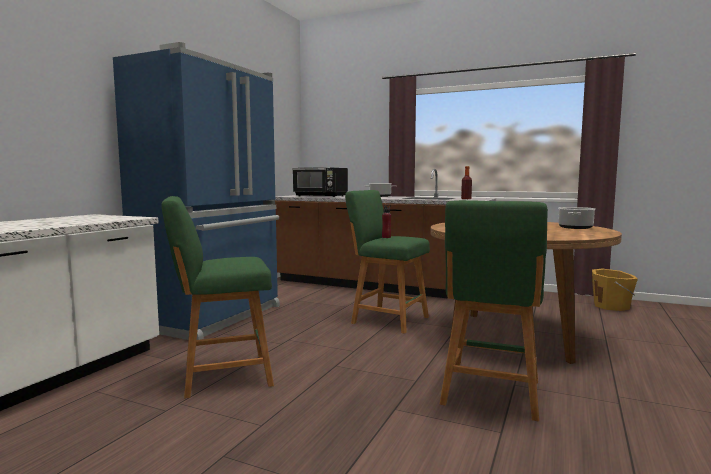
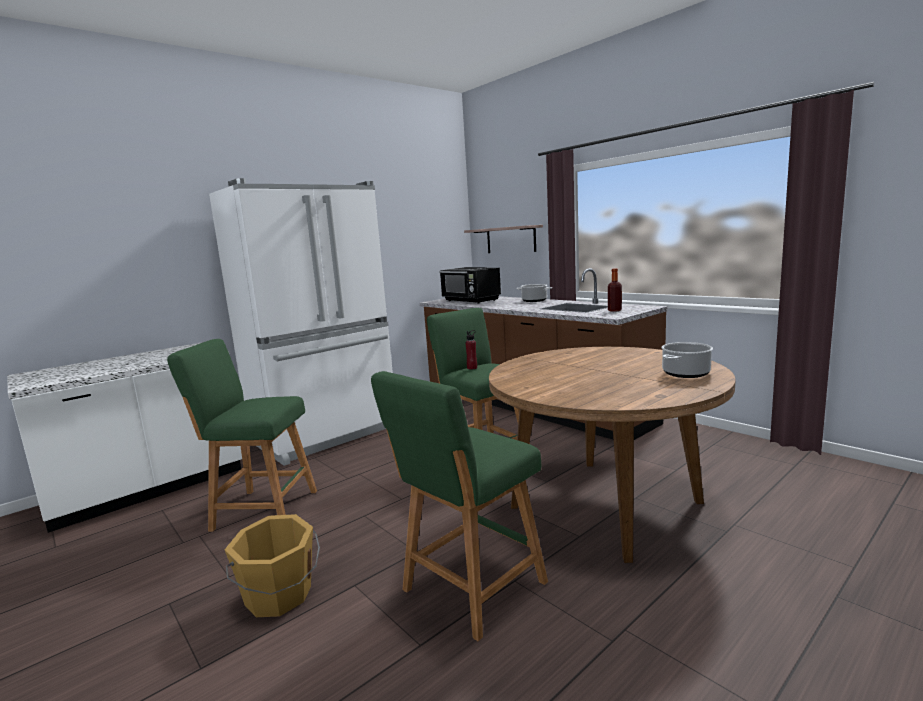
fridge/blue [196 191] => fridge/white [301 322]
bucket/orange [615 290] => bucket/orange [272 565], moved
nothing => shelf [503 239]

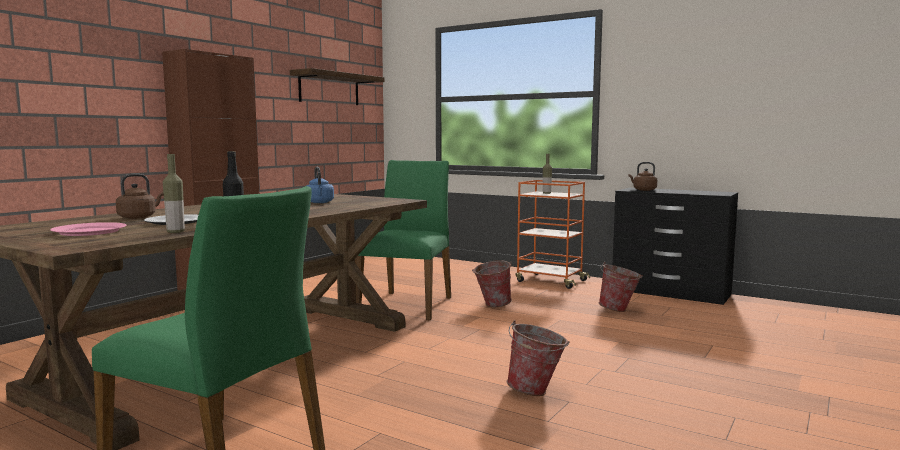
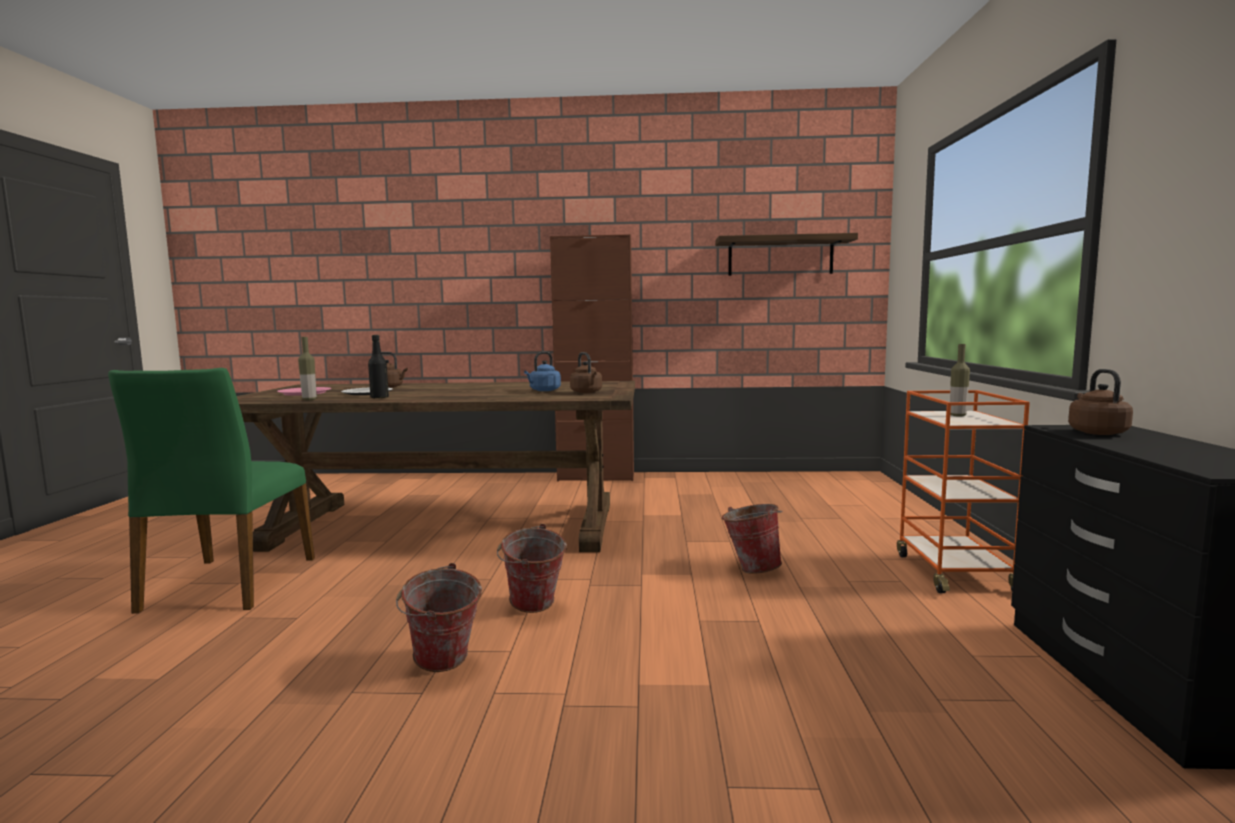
chair/green [403 240] => nothing
bucket [621 287] => bucket [532 568], moved
nothing => kettle/brown [586 372]

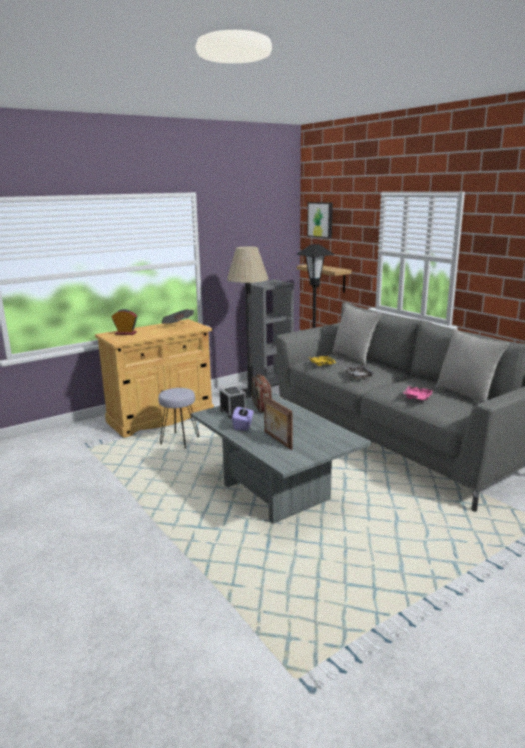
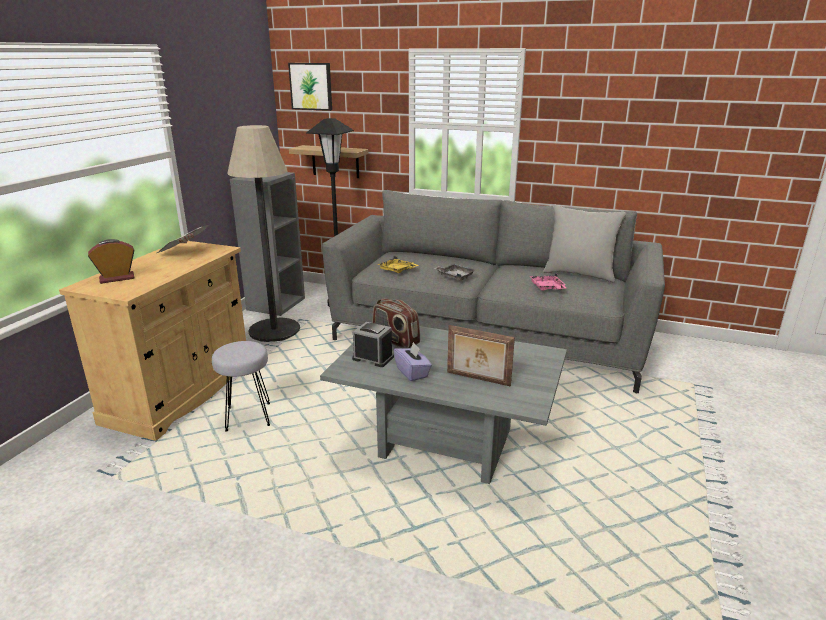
pillow/grey [357 334] => nothing

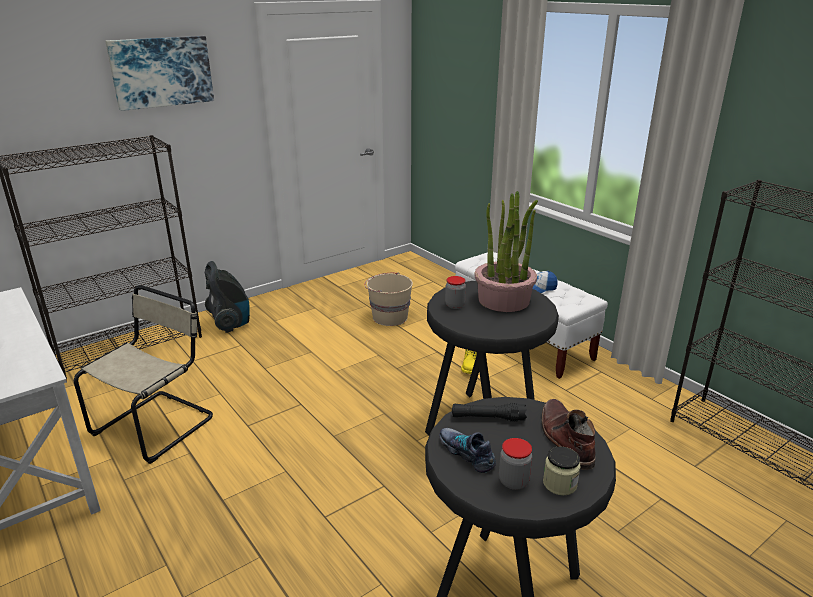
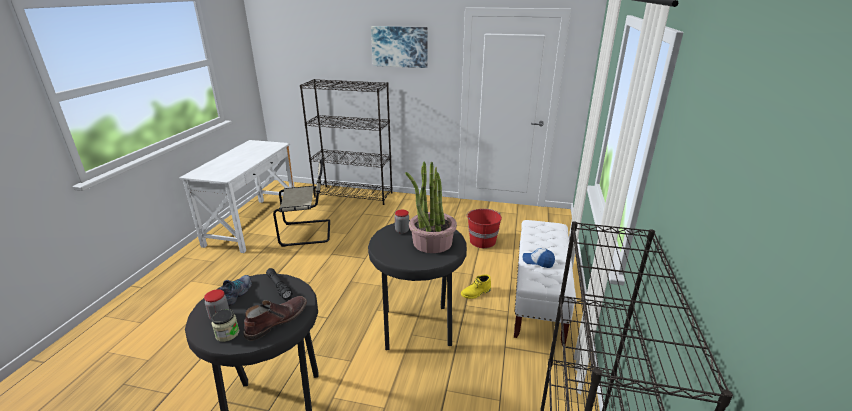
vacuum cleaner [227 297] => nothing
bucket/beige [388 299] => bucket/red [484 228]

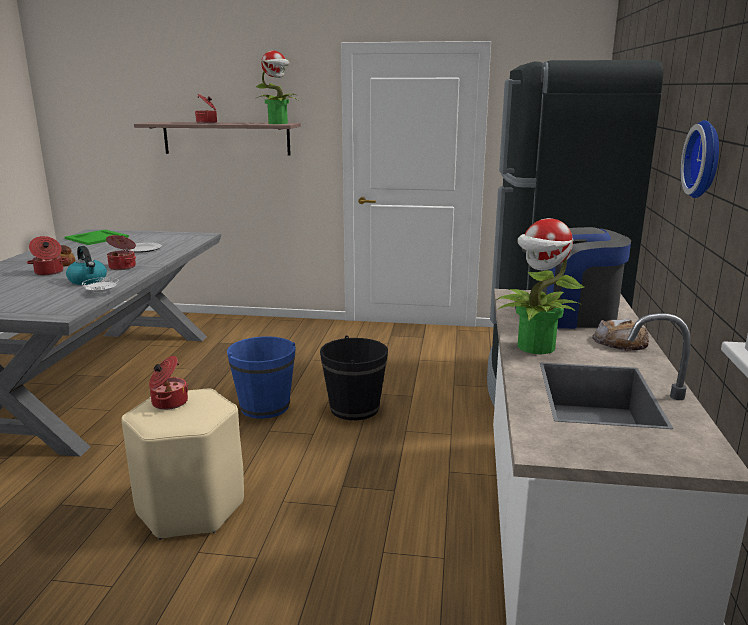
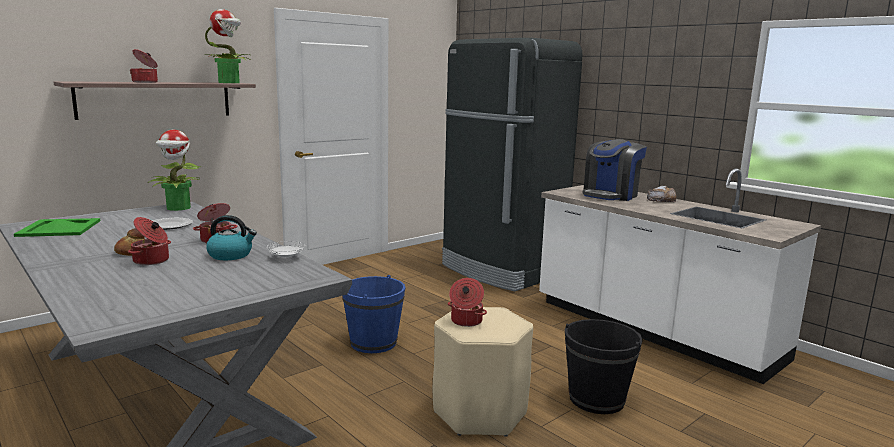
wall clock [700 159] => nothing
potted plant [541 286] => potted plant [174 170], moved
bucket/black [354 377] => bucket/black [604 366], moved

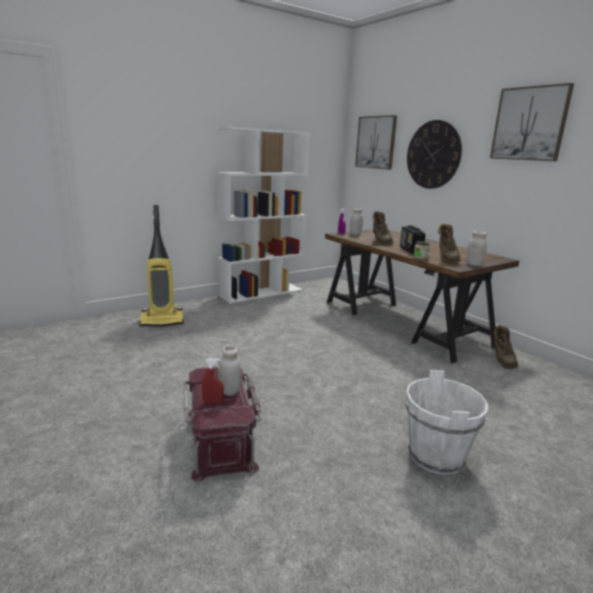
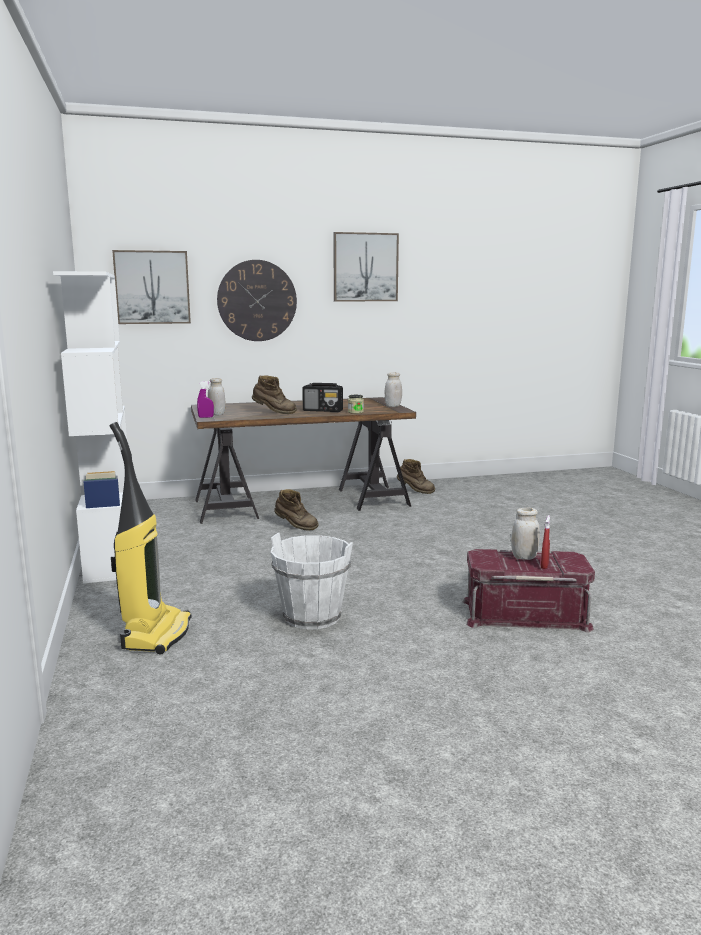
boot/brown [449 244] => boot/brown [296 510], moved
bucket/white [446 422] => bucket/white [312 581], moved

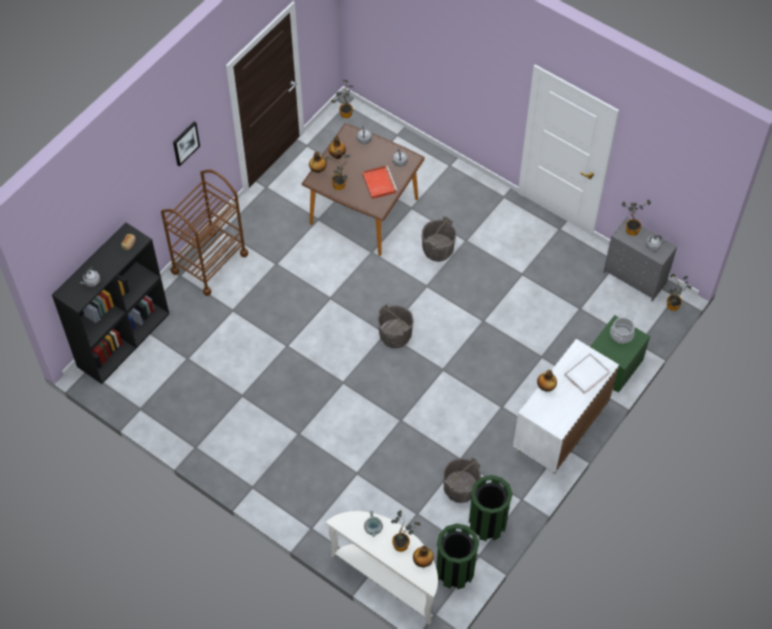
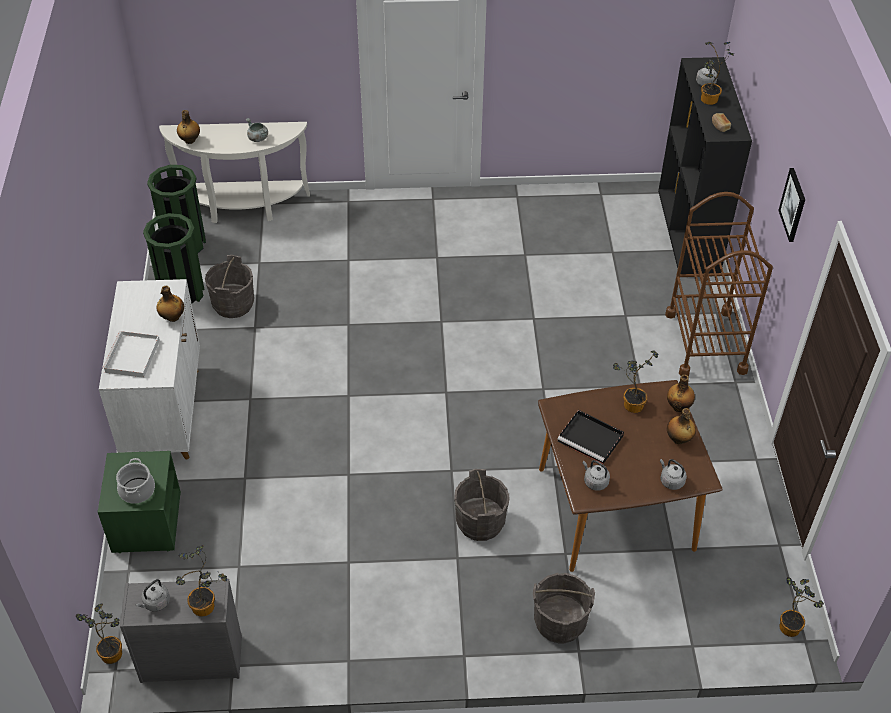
tray/red [379 182] => tray/black [590 437]
bucket/grey [395 326] => bucket/grey [564 608], moved
potted plant [406 531] => potted plant [717 73], moved

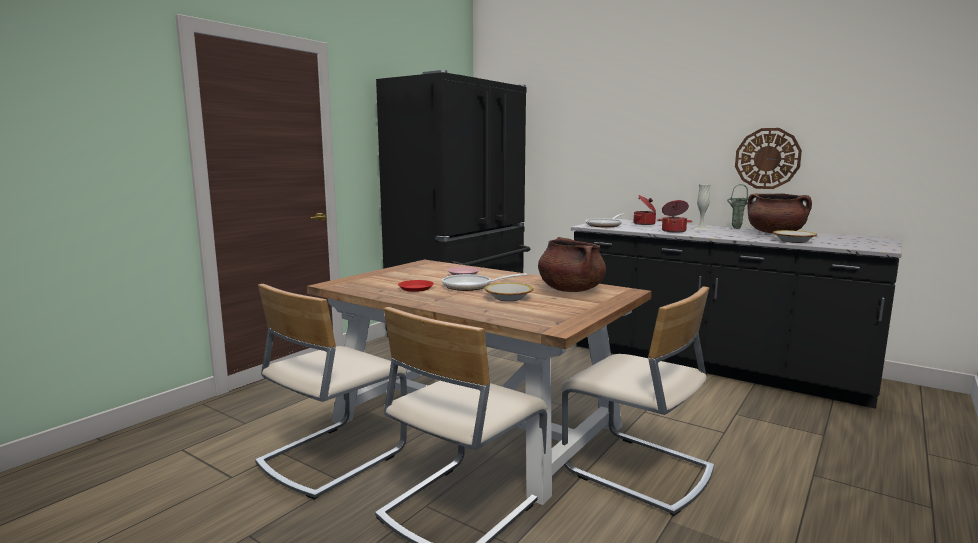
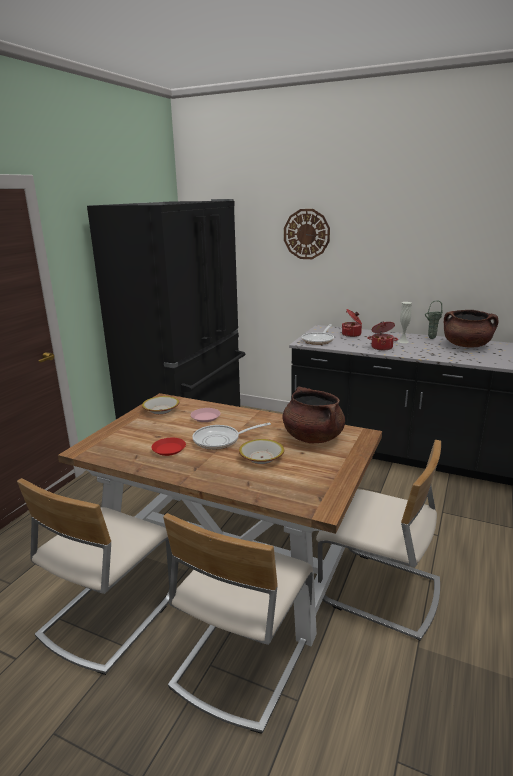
wall clock [768 158] => wall clock [307 234], moved
bowl [795 236] => bowl [160 405], moved

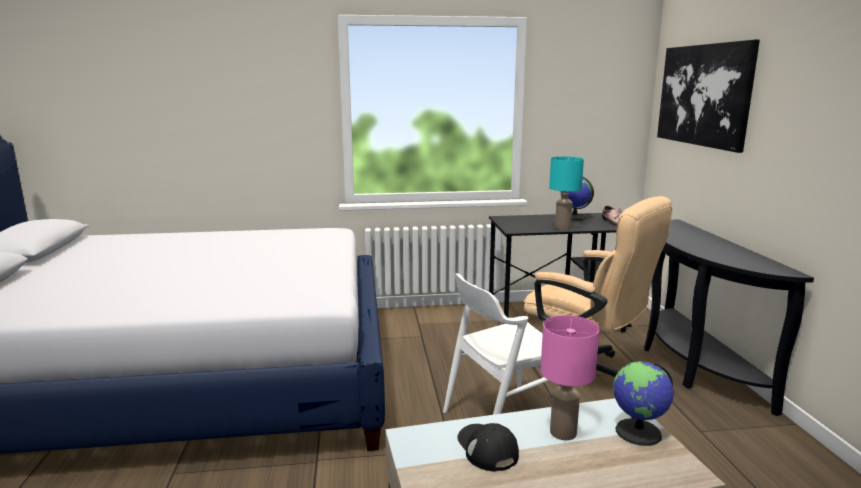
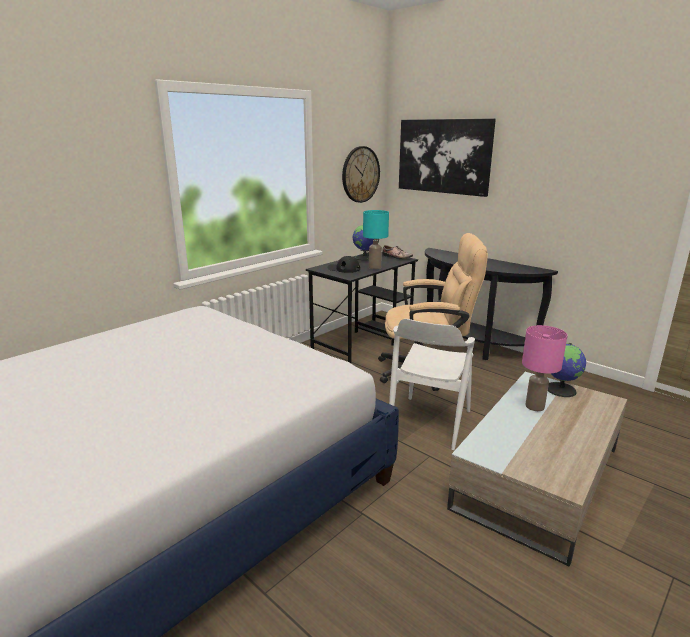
cap/black [488 447] => cap/black [343 264], moved
nothing => wall clock [361 174]

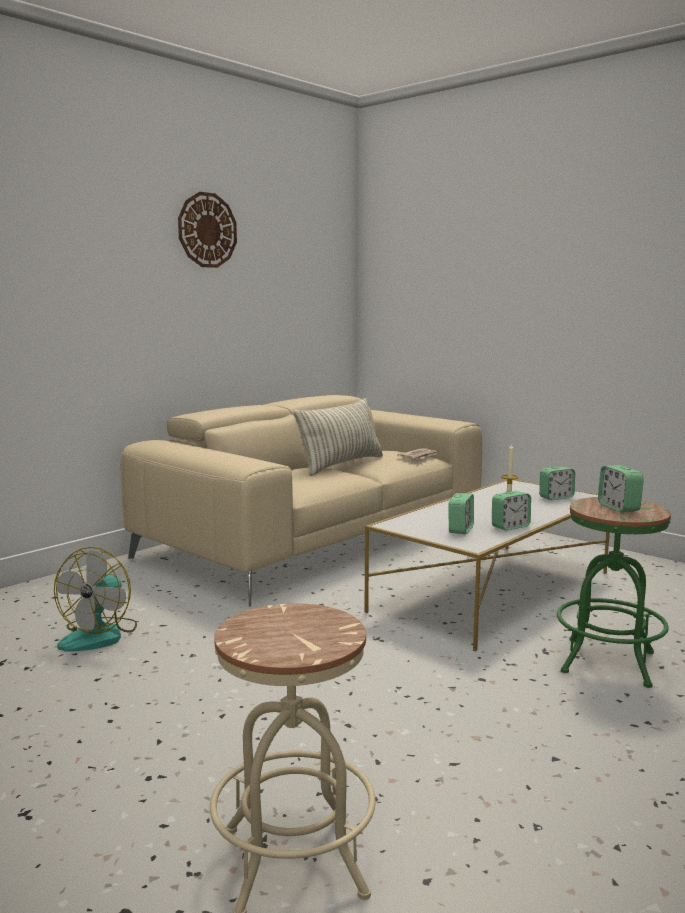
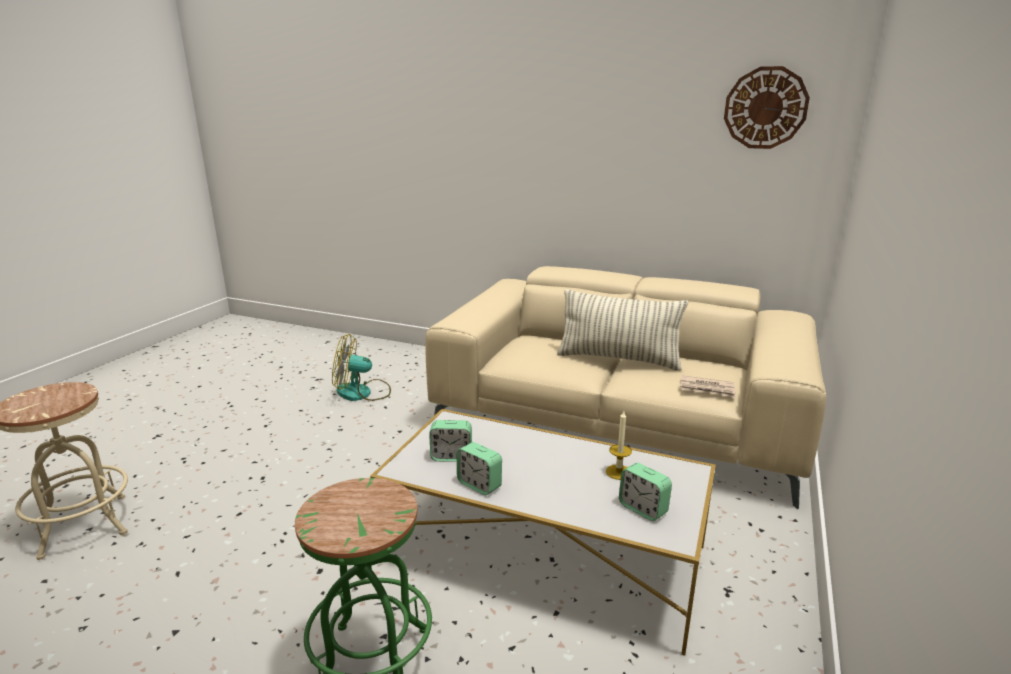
wall clock [207 230] => wall clock [767 107], moved
alarm clock [621 488] => nothing

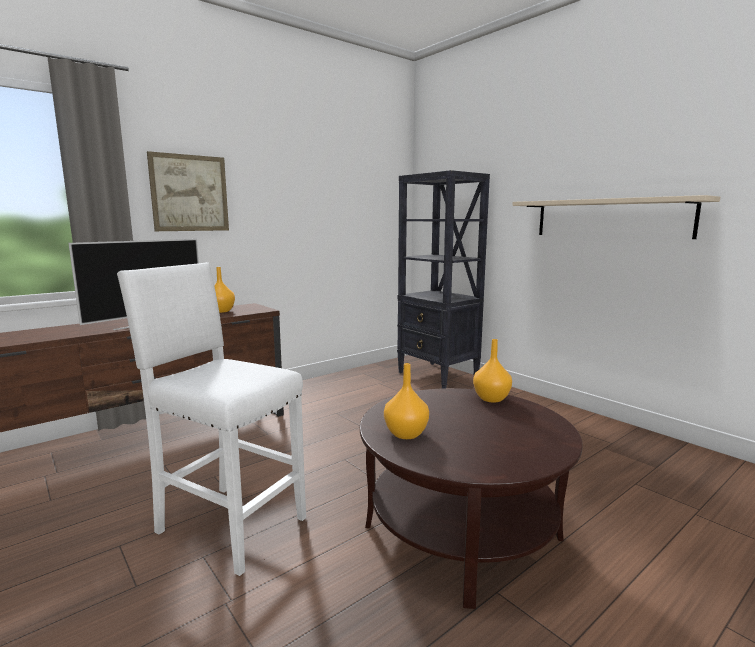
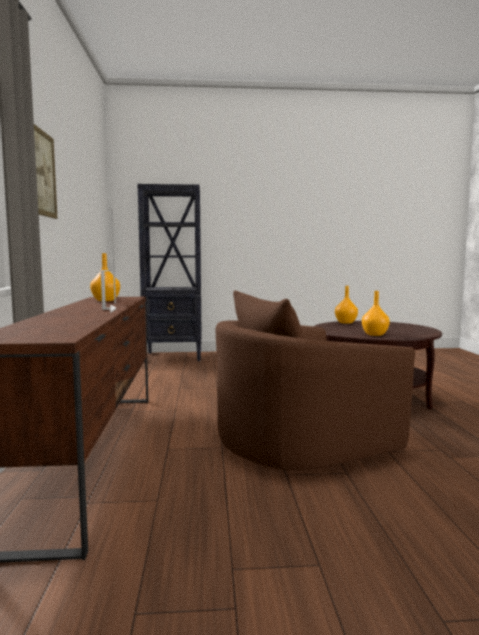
shelf/beige [616 217] => nothing
stool/white [211 419] => armchair/brown [315 380]

